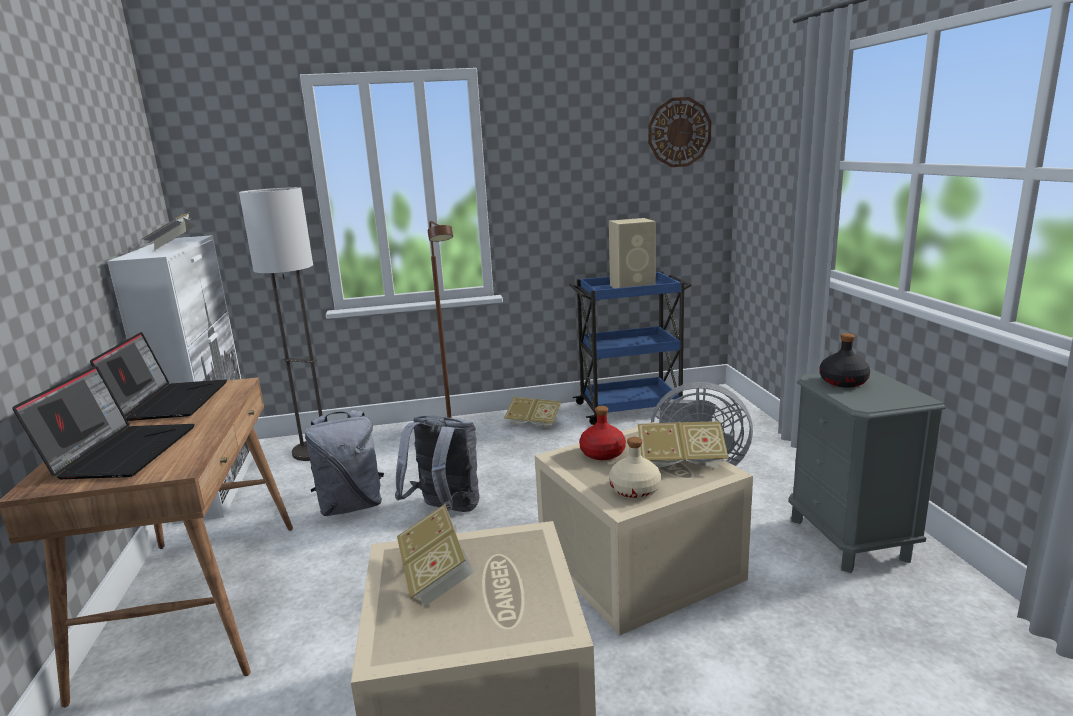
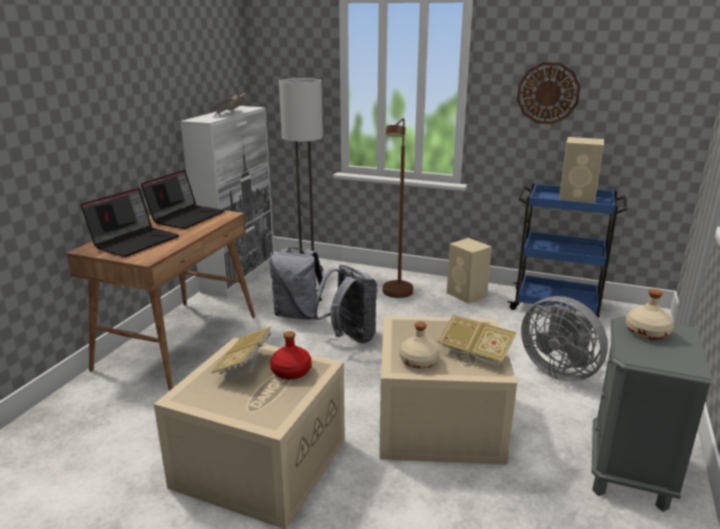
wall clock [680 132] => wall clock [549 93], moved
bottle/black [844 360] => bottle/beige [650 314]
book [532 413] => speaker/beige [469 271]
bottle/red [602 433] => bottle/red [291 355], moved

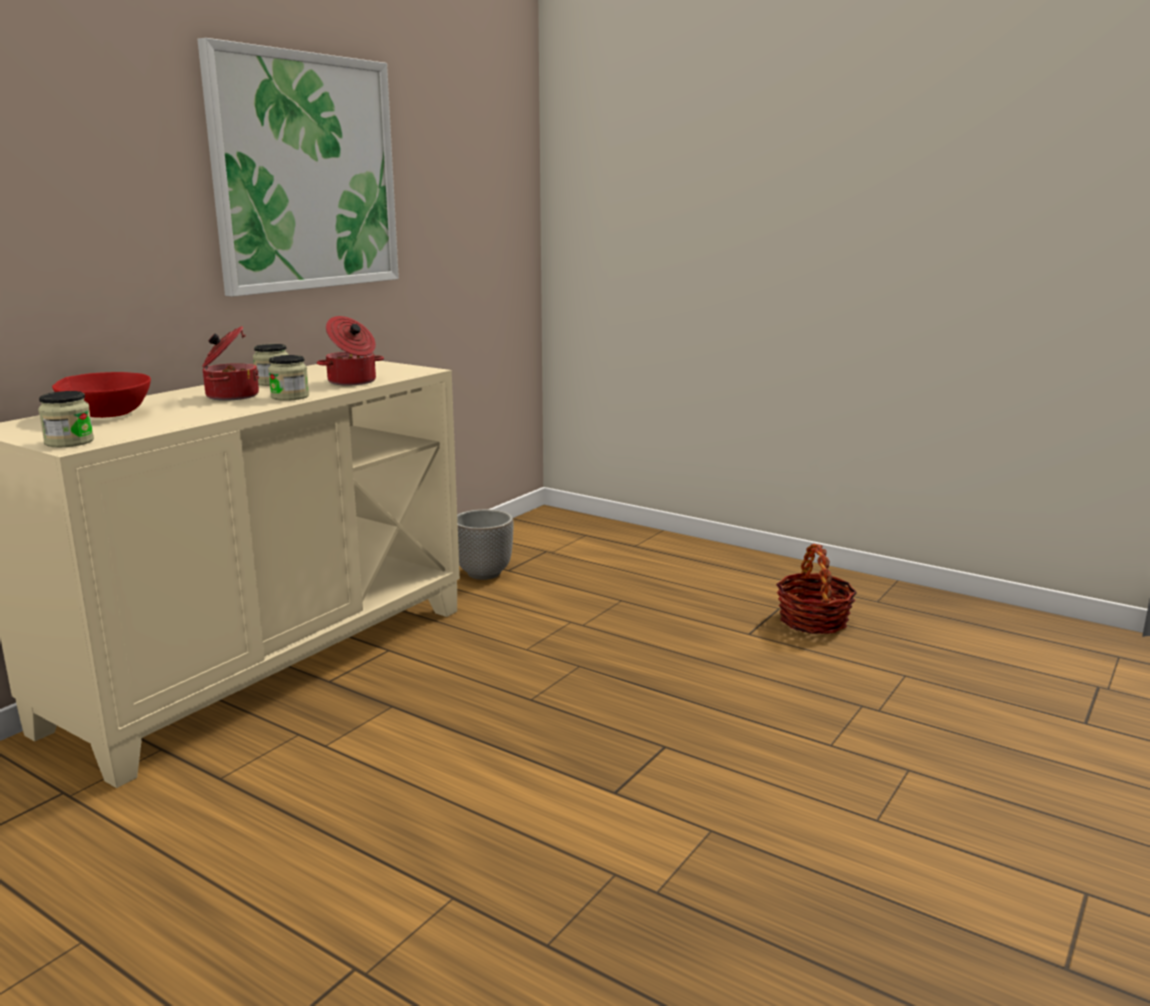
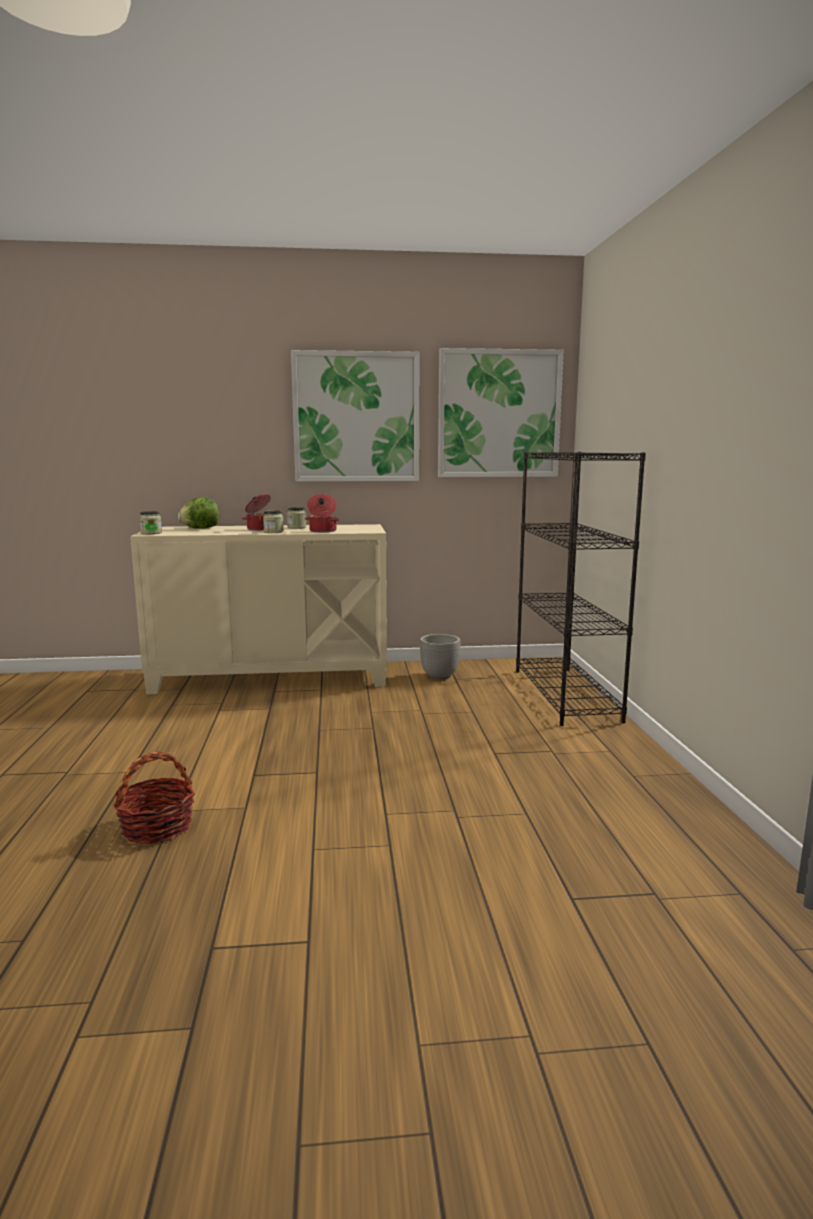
bowl/red [101 395] => lettuce [198 513]
basket [816 589] => basket [154 798], moved
nothing => picture [501 412]
nothing => bookcase/black [581 589]

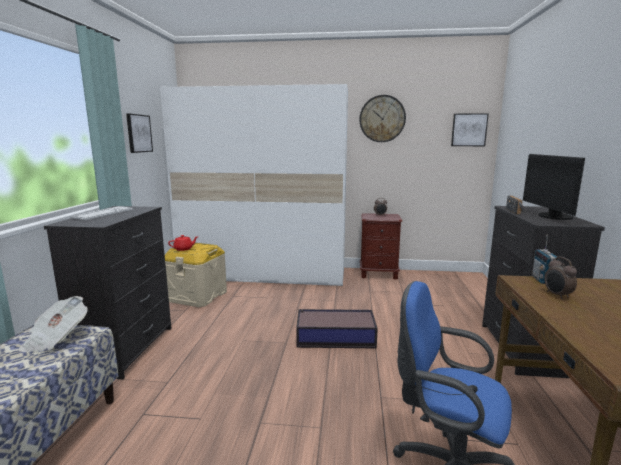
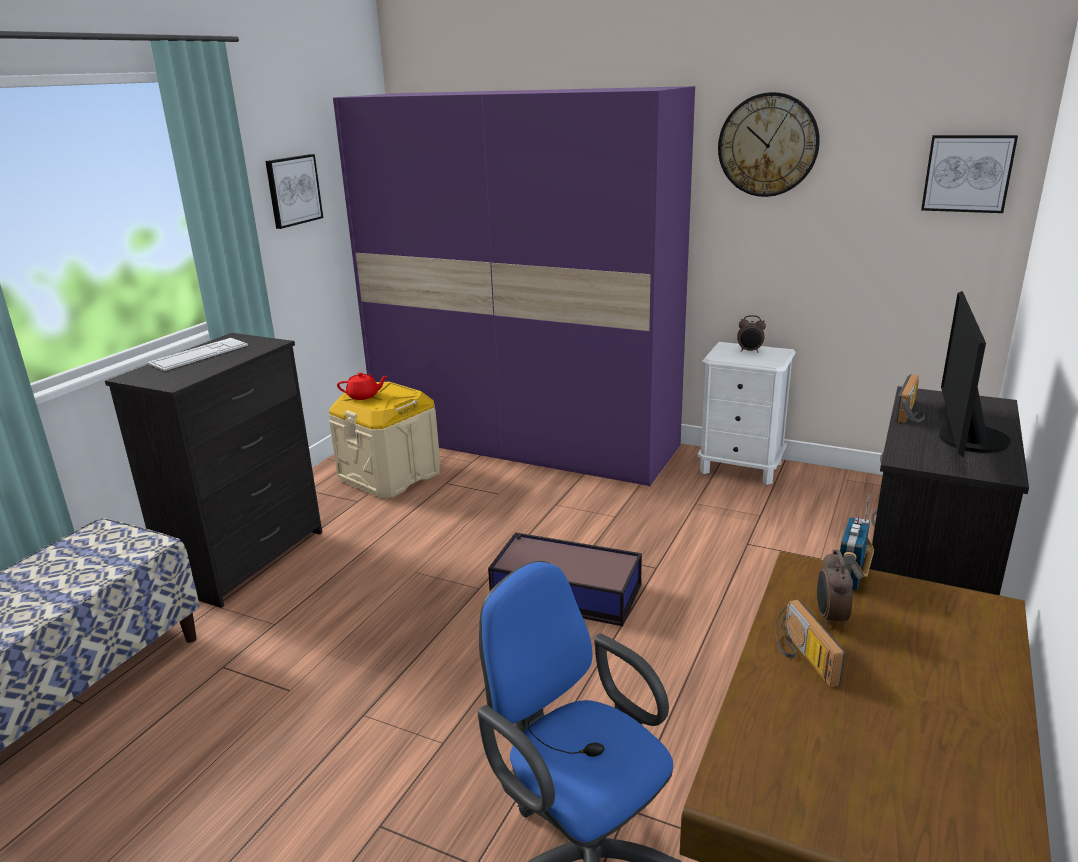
wardrobe/white [254 185] => wardrobe/purple [514 286]
nightstand/brown [381 246] => nightstand/white [747 413]
newspaper [53 324] => nothing
nothing => radio [810 643]

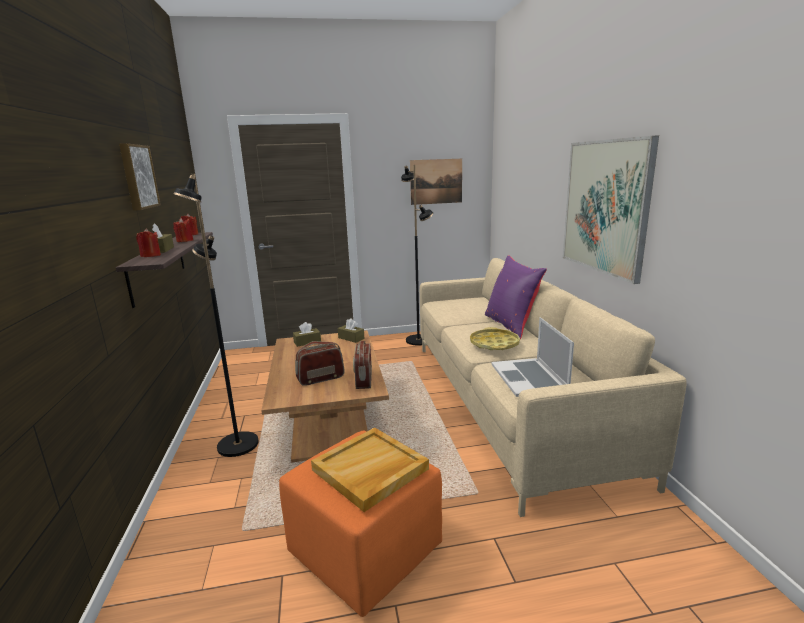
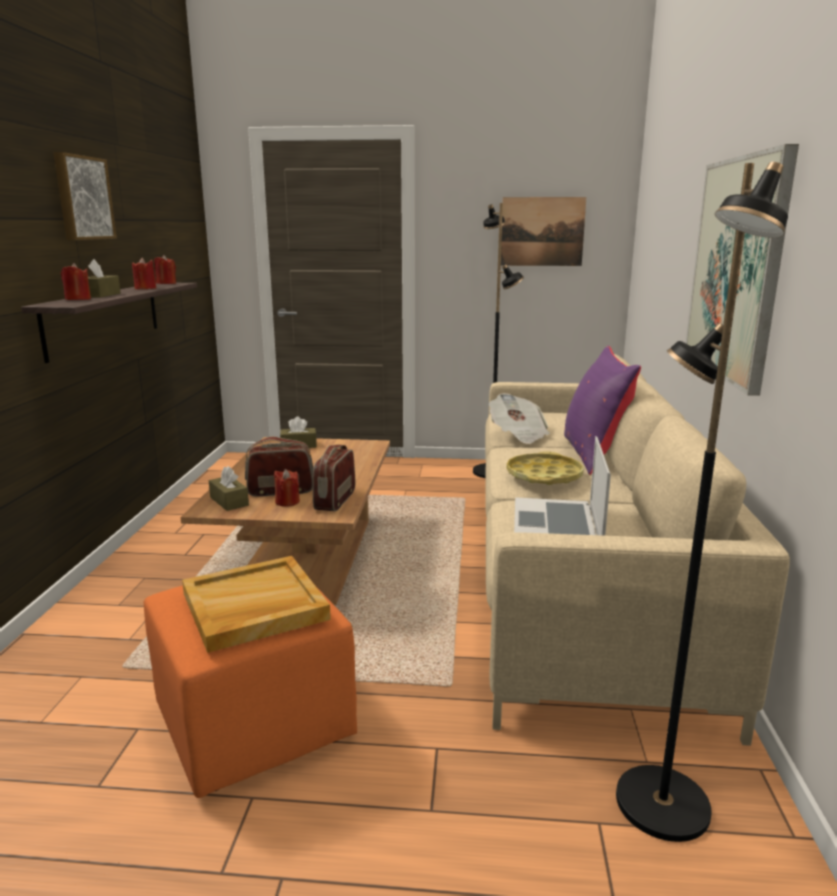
floor lamp/black [216 315] => floor lamp/black [702 502], moved
tissue box/brown [351 330] => tissue box/brown [229 488], moved
nothing => newspaper [519 418]
nothing => candle/red [287 488]

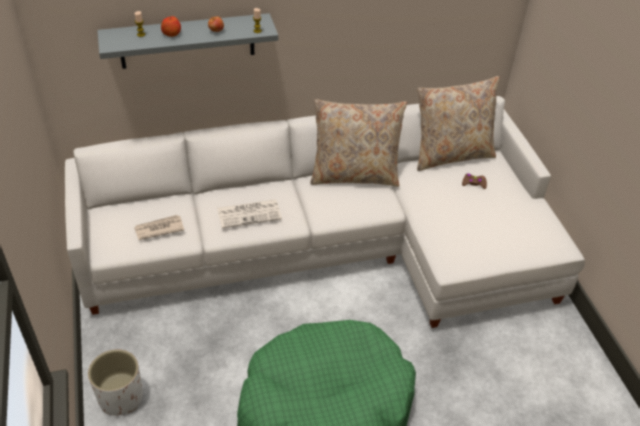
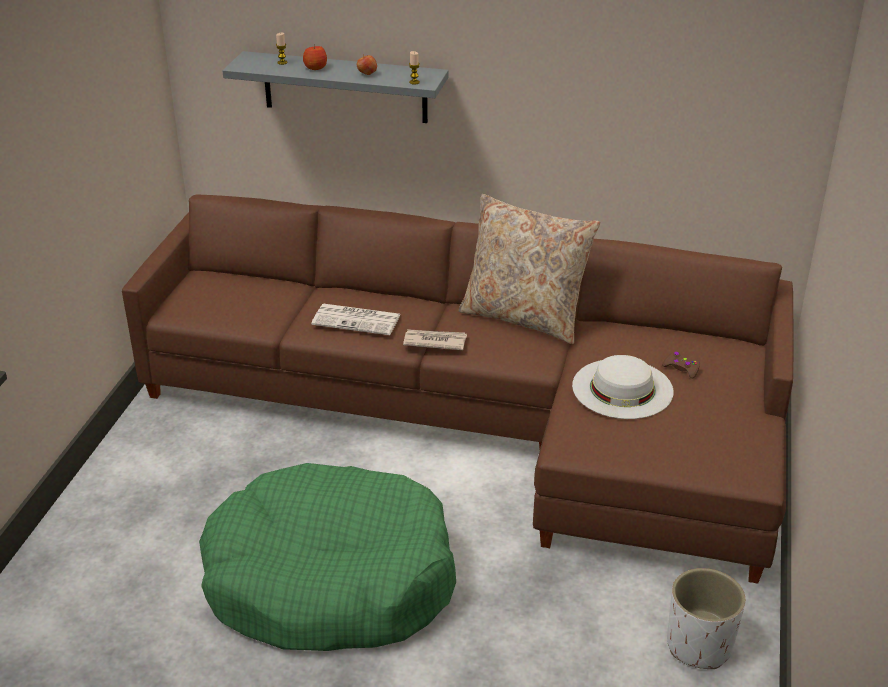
pillow/beige [458 123] => nothing
sofa/white [325 212] => sofa/brown [457 389]
newspaper [159 227] => newspaper [435 339], moved
planter/white [115 382] => planter/white [706 618], moved
nothing => hat/white [623 387]

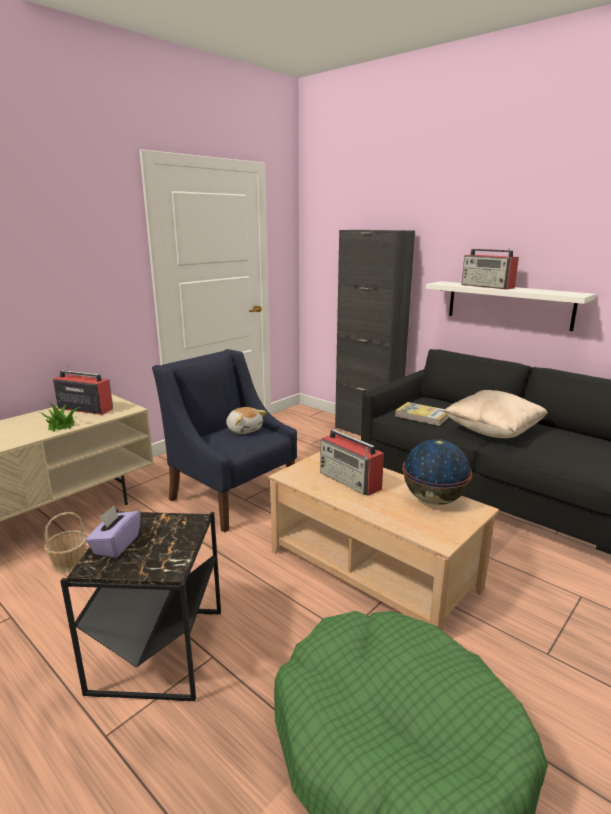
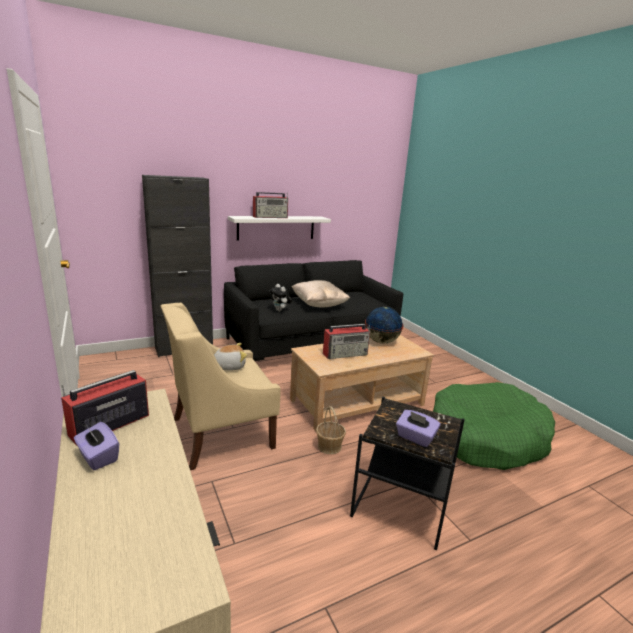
armchair/blue [224 441] => armchair/beige [221 386]
potted plant [60 417] => nothing
book [422 414] => plush toy [280 298]
basket [65 542] => basket [331 430], moved
nothing => tissue box/purple [96 446]

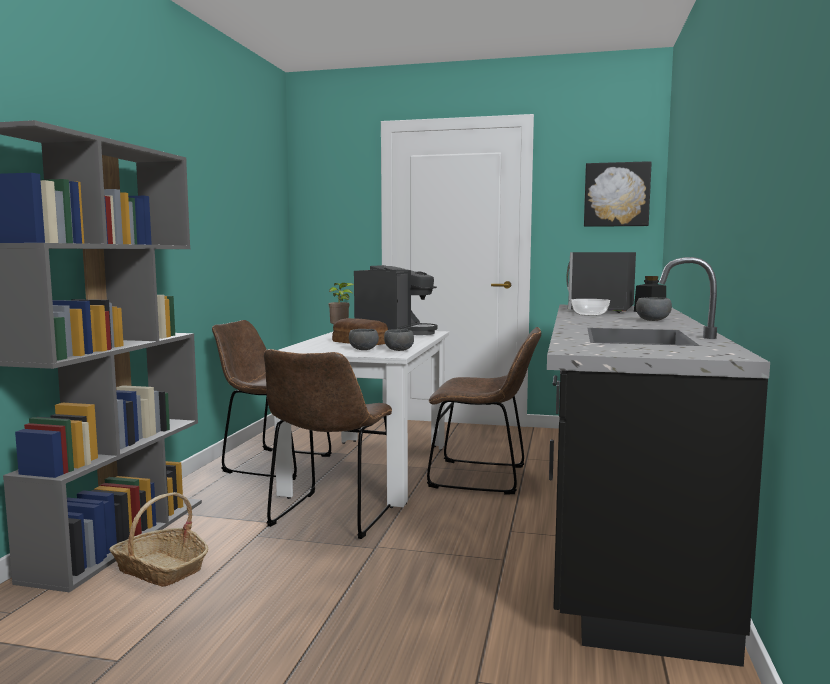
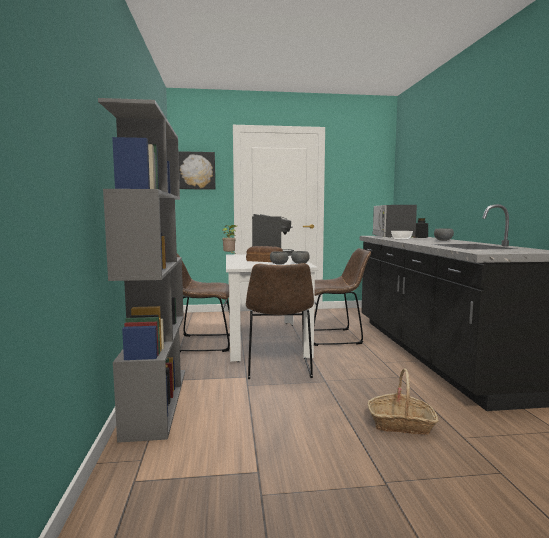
picture [618 194] => picture [196 170], moved
basket [158 539] => basket [403 401], moved

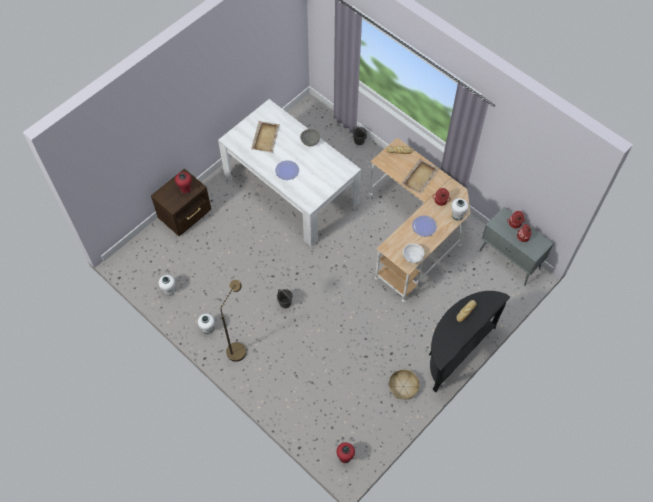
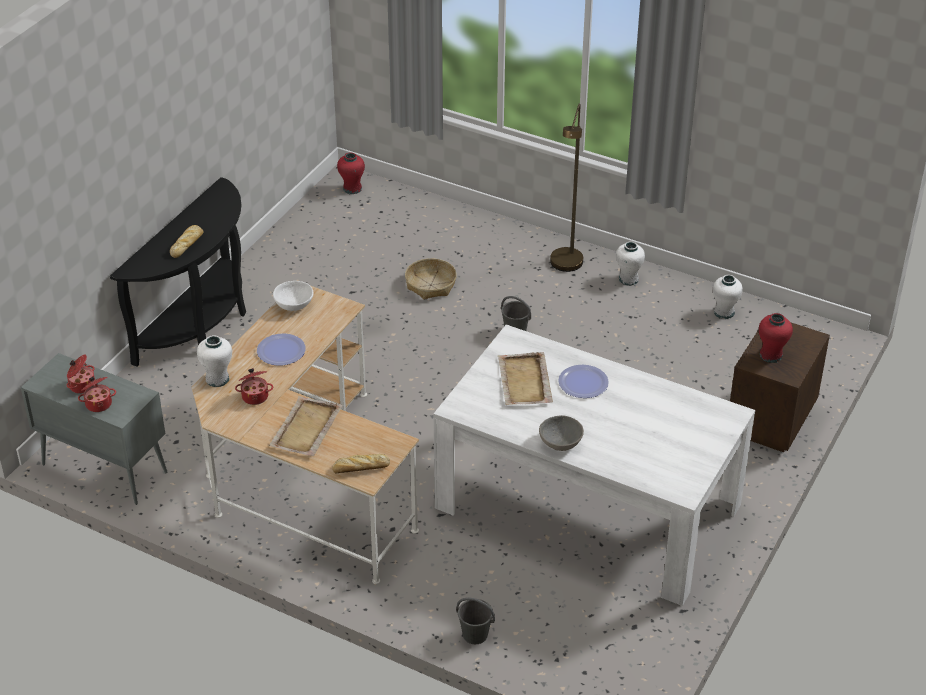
tray/beige [265 137] => tray/beige [525 378], moved
basket [404 384] => basket [431 279], moved

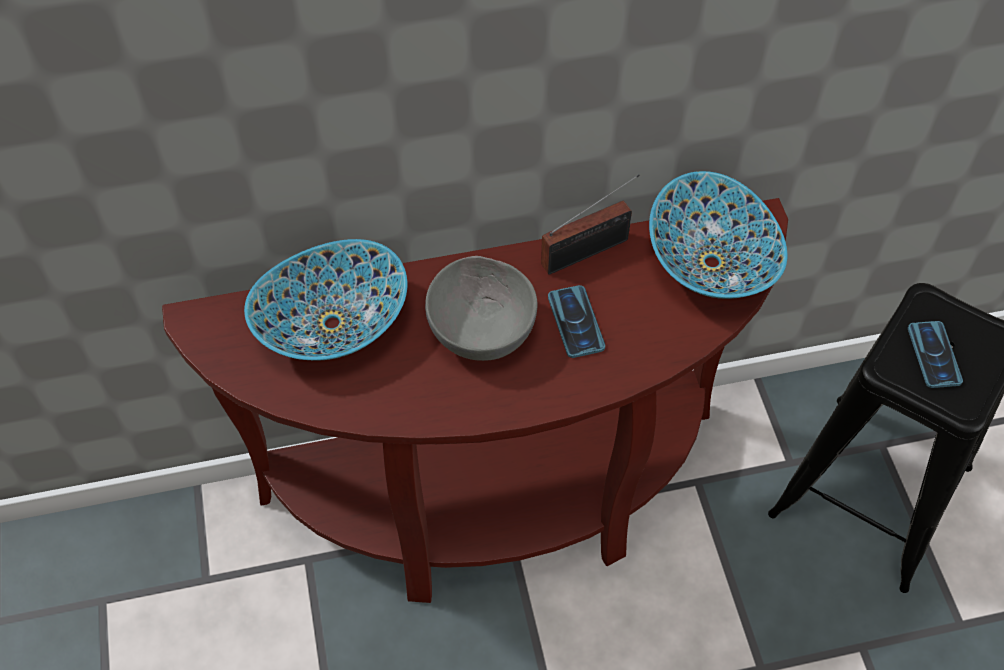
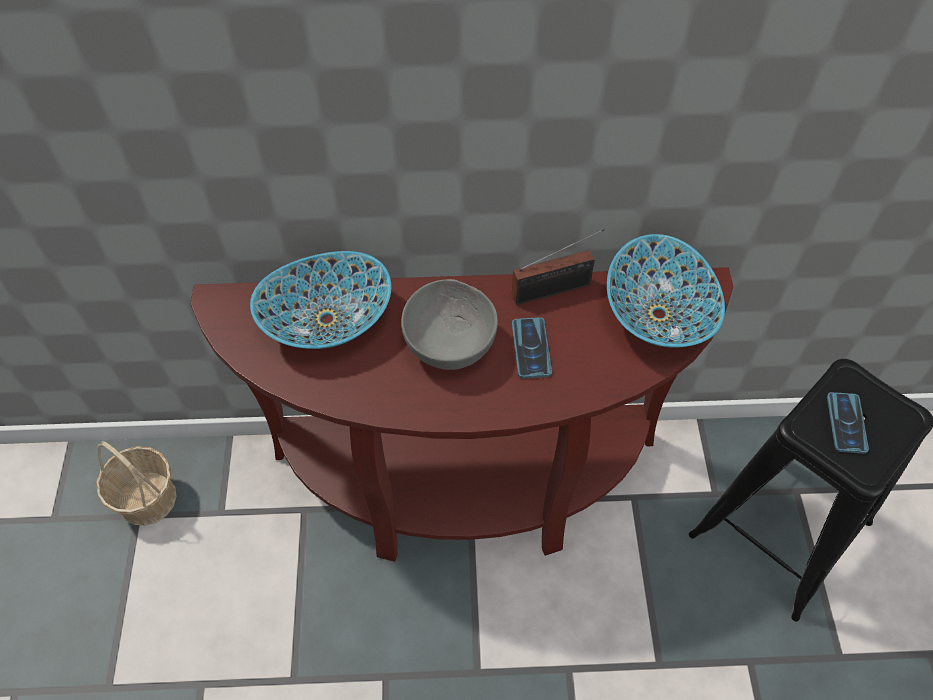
nothing => basket [136 483]

